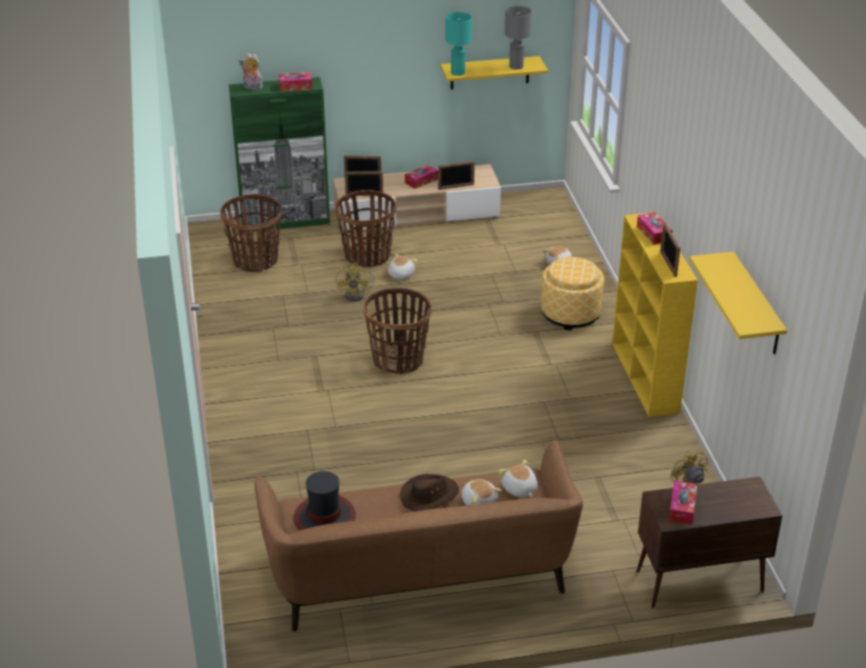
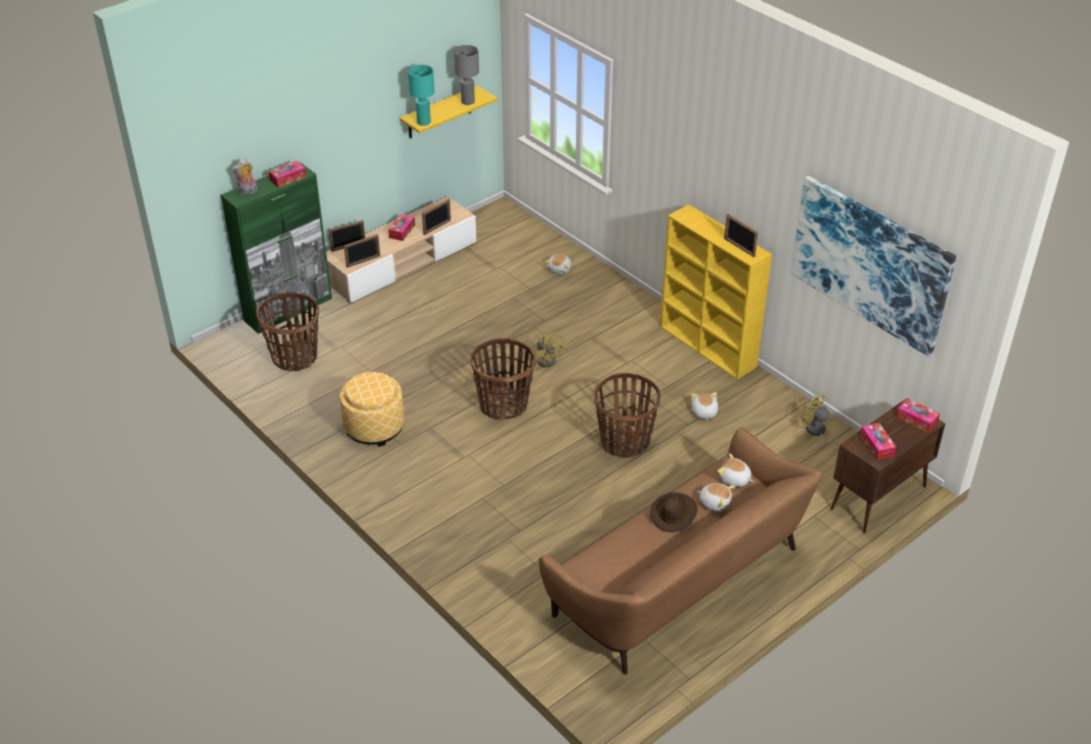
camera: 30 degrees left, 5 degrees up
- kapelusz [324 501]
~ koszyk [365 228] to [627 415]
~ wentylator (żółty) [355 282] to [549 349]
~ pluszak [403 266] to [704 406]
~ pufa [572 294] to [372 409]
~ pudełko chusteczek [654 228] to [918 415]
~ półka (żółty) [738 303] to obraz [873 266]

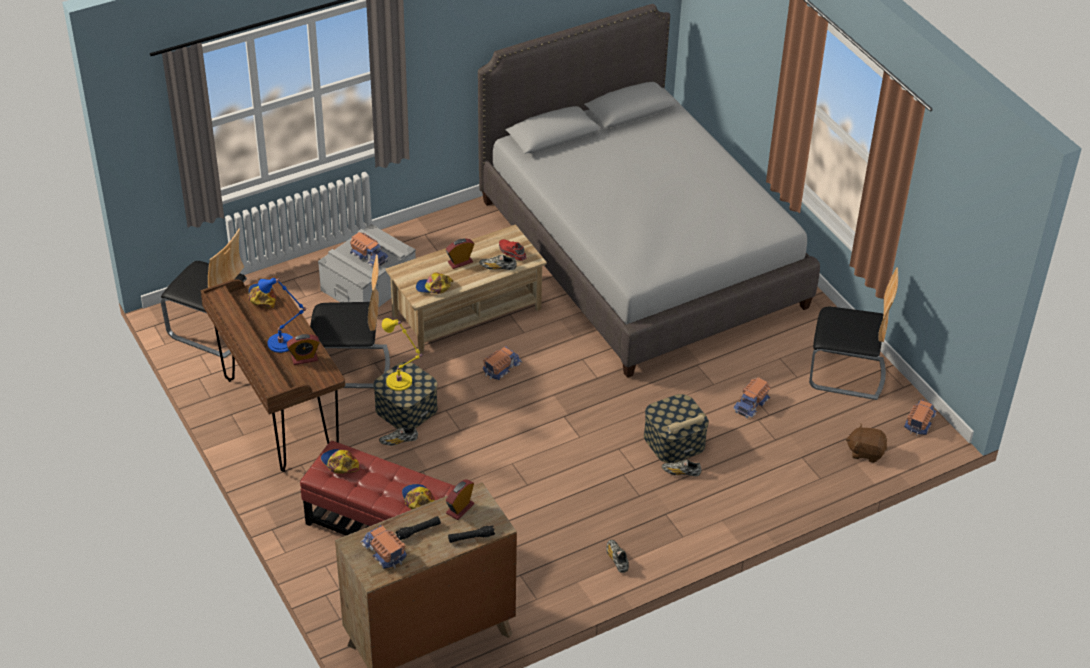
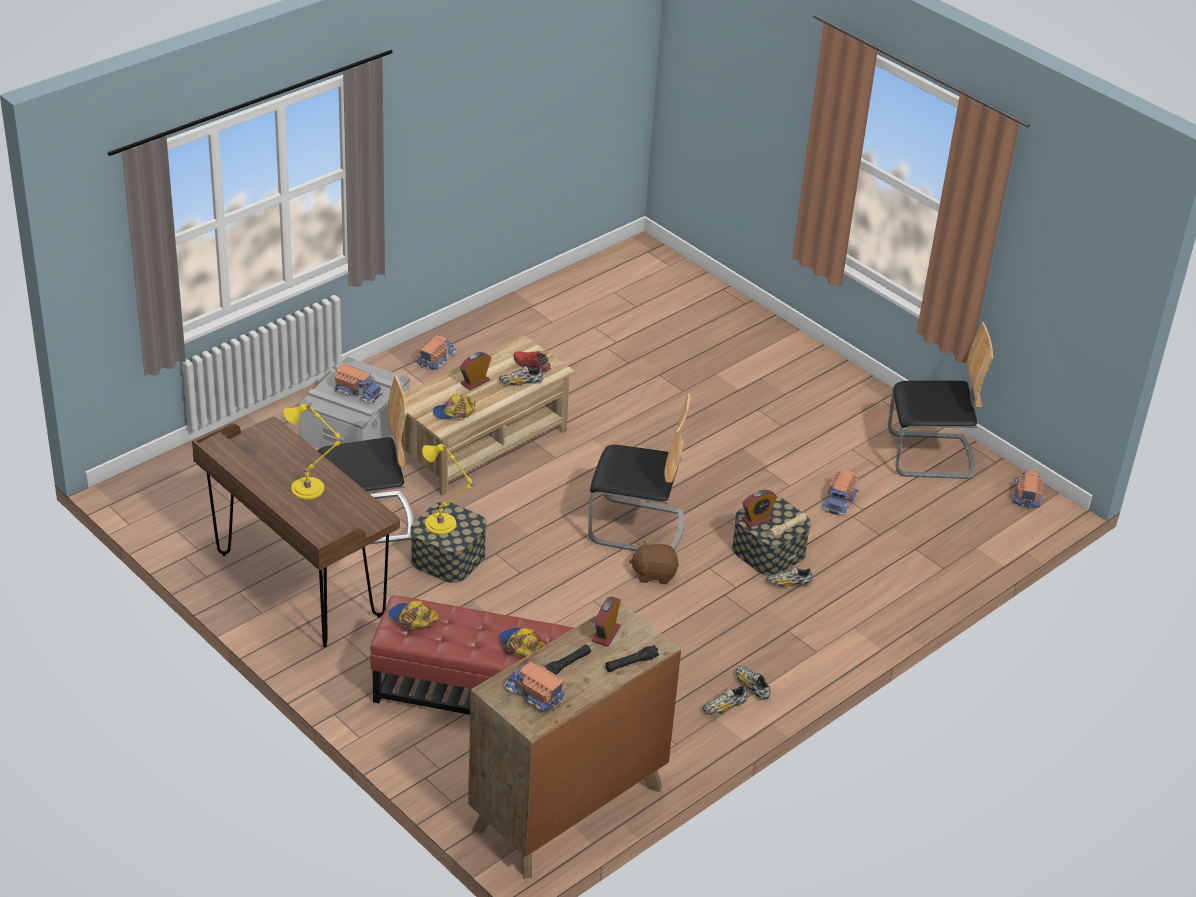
camera: 15 degrees left, 5 degrees down
- czapka z daszkiem [262 295]
- łóżko (szary) [649 191]
~ krzesło [204 293] to [639 472]
~ budzik [303 349] to [759 508]
~ but [398 436] to [725 700]
~ ciężarówka zabawkowa [502 363] to [436 352]
~ pluszak (brązowy) [866 443] to [654 562]
~ lampa stołowa (niebieski) [282 315] to lampa stołowa (żółty) [314 451]

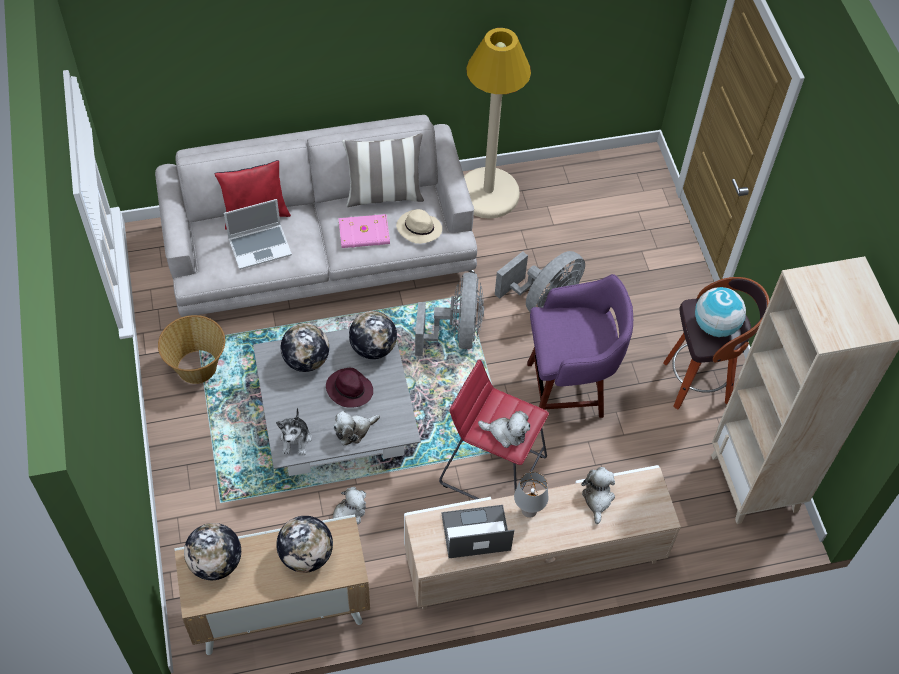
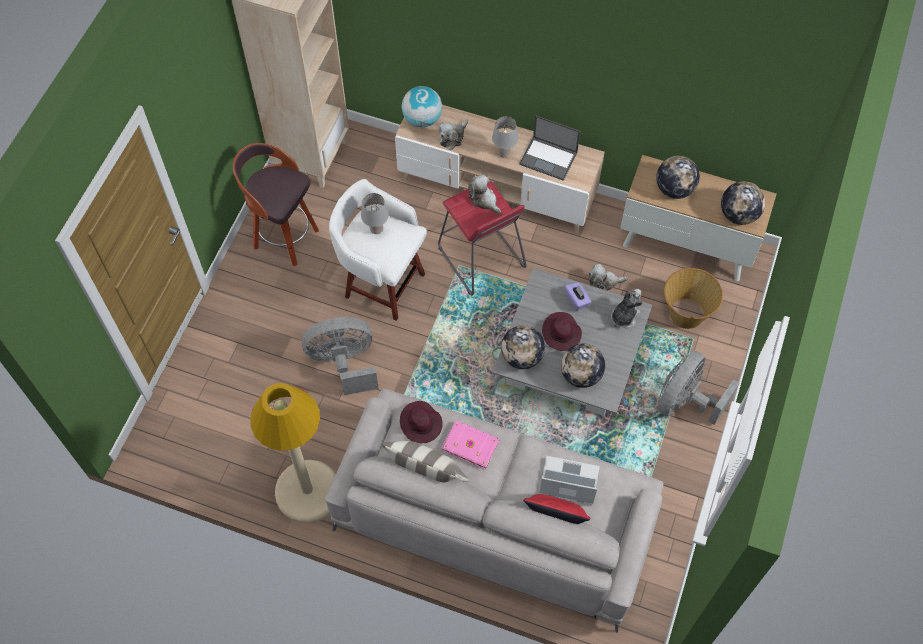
camera: 145 degrees left, 5 degrees up
+ lampa stołowa (szary) [375 213]
~ koszyk [191 349] to [693 298]
~ wentylator (szary) [449 314] to [698 388]
~ globus [720 312] to [422 107]
~ pluszak [356 428] to pudełko chusteczek (fioletowy) [577 296]
~ kapelusz (beżowy) [419 226] to kapelusz (fioletowy) [421 422]
~ stołek (fioletowy) [580 346] to stołek (biały) [378 250]

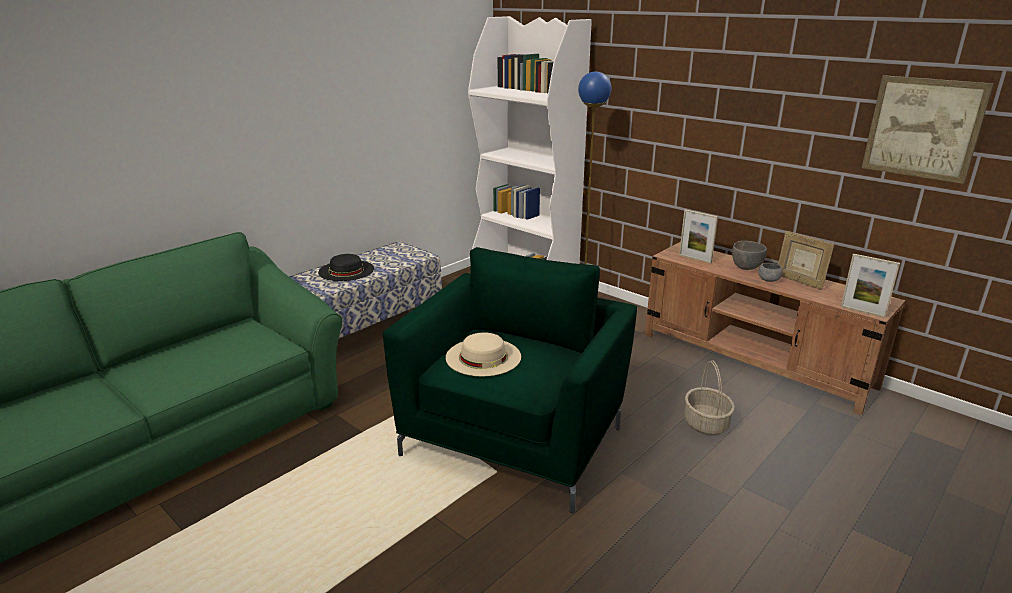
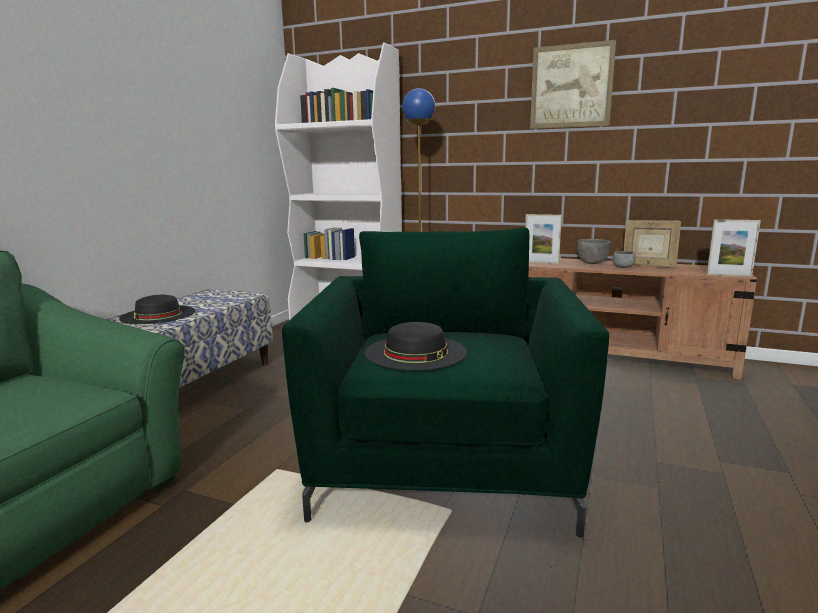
camera: 20 degrees left, 10 degrees down
- koszyk [710 398]
~ obraz [928 129] to [573 84]
~ kapelusz (beżowy) [483 354] to kapelusz (czarny) [416 346]

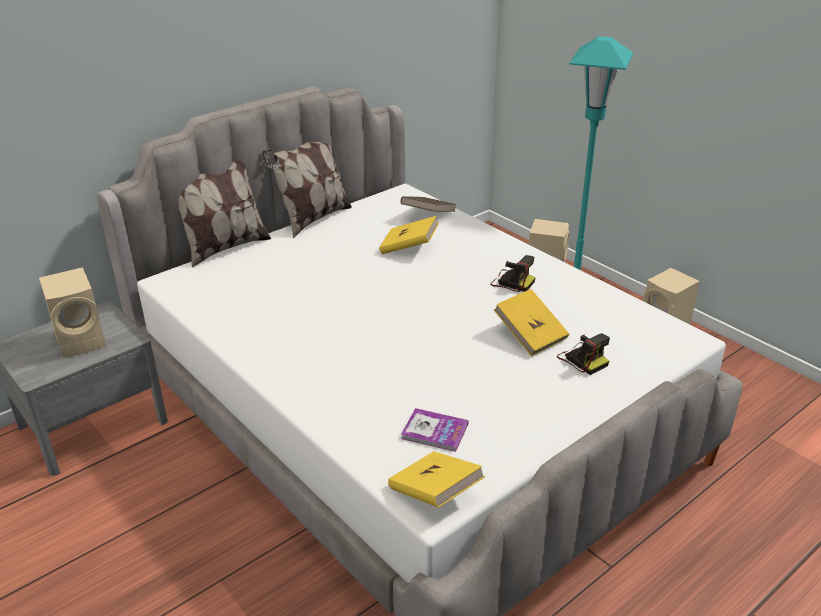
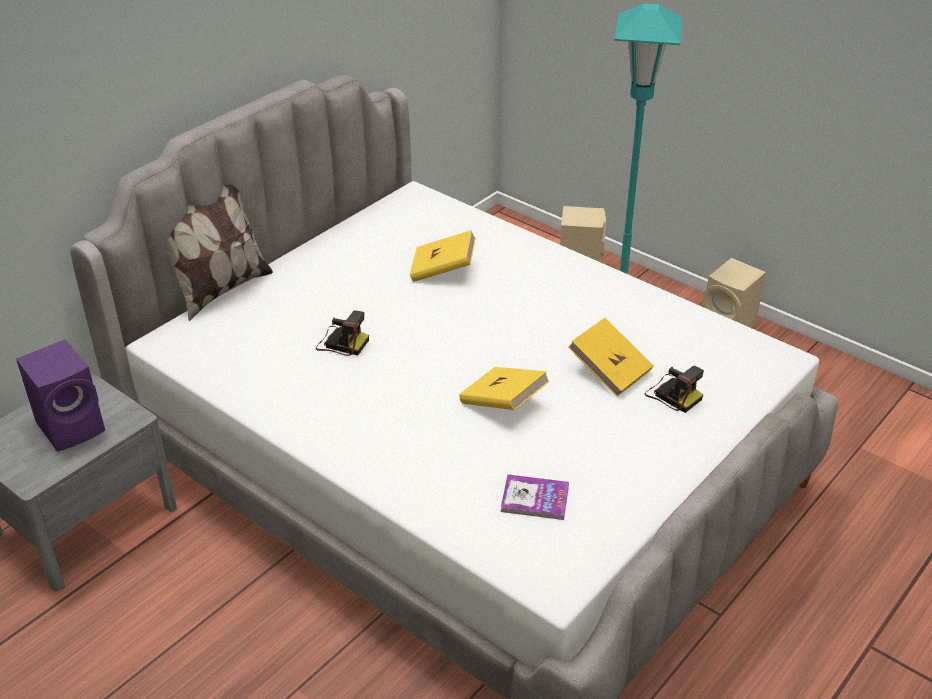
camera: 10 degrees left, 5 degrees up
- poduszka [307 190]
- książka (brązowy) [429 204]
~ książka (żółty) [436 479] to [504 388]
~ aparat fotograficzny [513 273] to [342 333]
~ głośnik (beżowy) [72 312] to głośnik (fioletowy) [60 395]

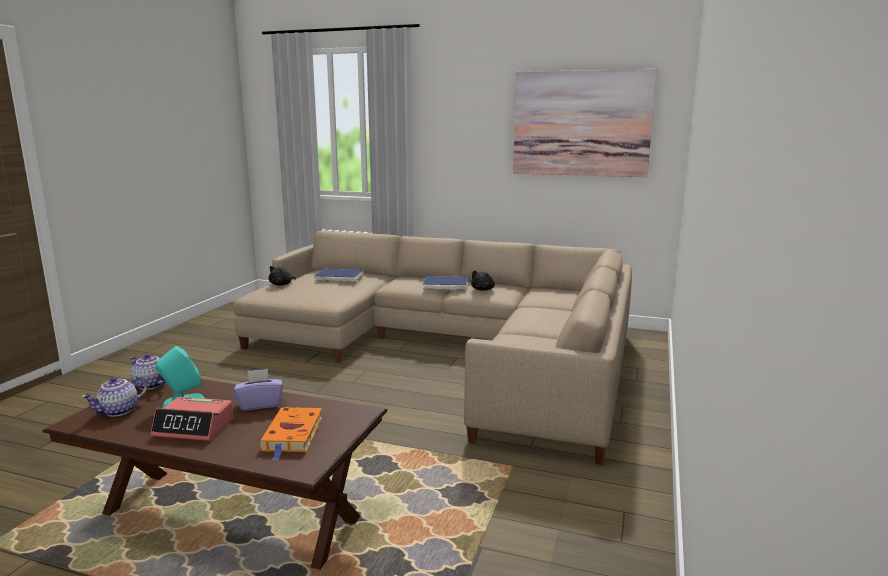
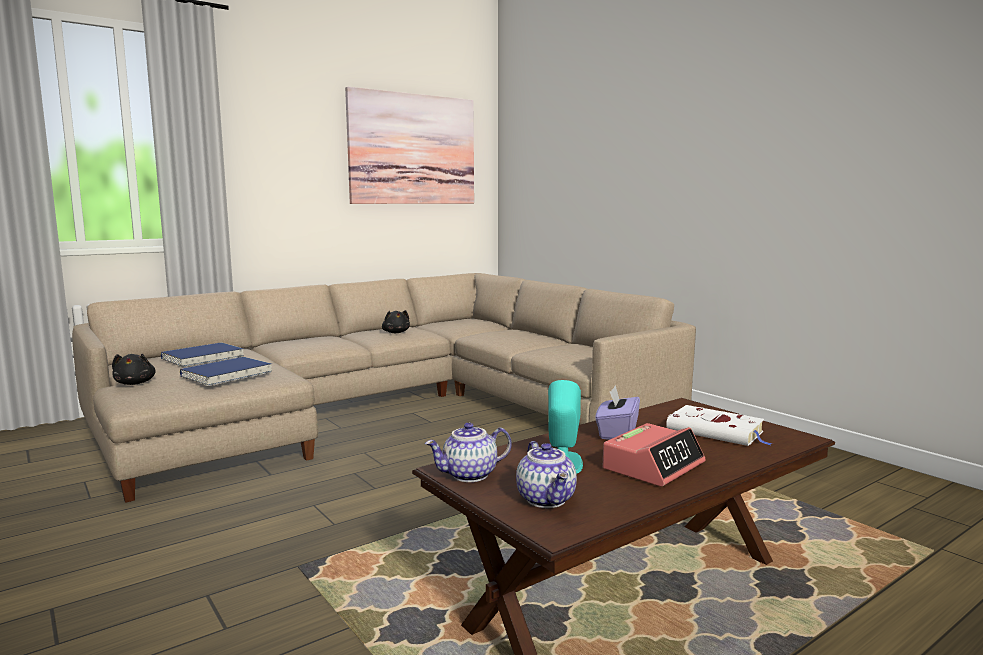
camera: 55 degrees left, 5 degrees down
~ książka (niebieski) [445 283] to [226 371]
~ książka (pomarańczowy) [291 433] to książka (biały) [719 425]

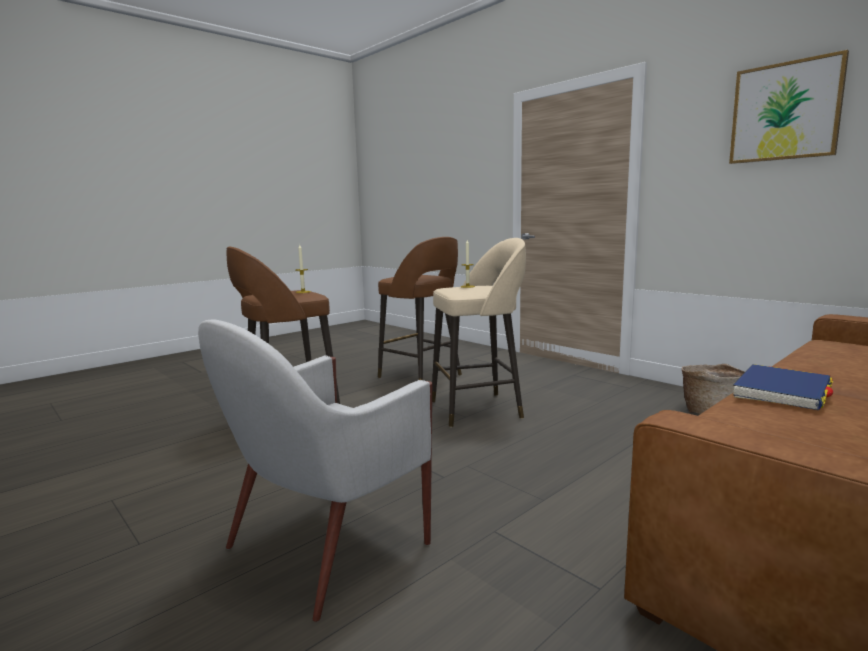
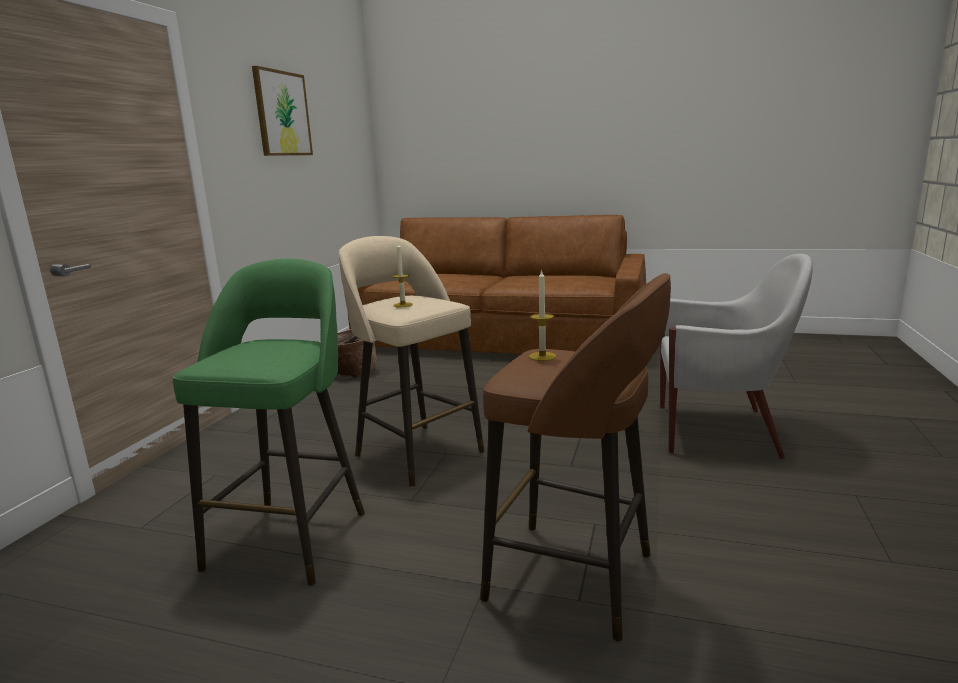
camera: 120 degrees left, 5 degrees up
- książka (niebieski) [783 387]
~ stołek (brązowy) [420 308] to stołek (zielony) [269 422]

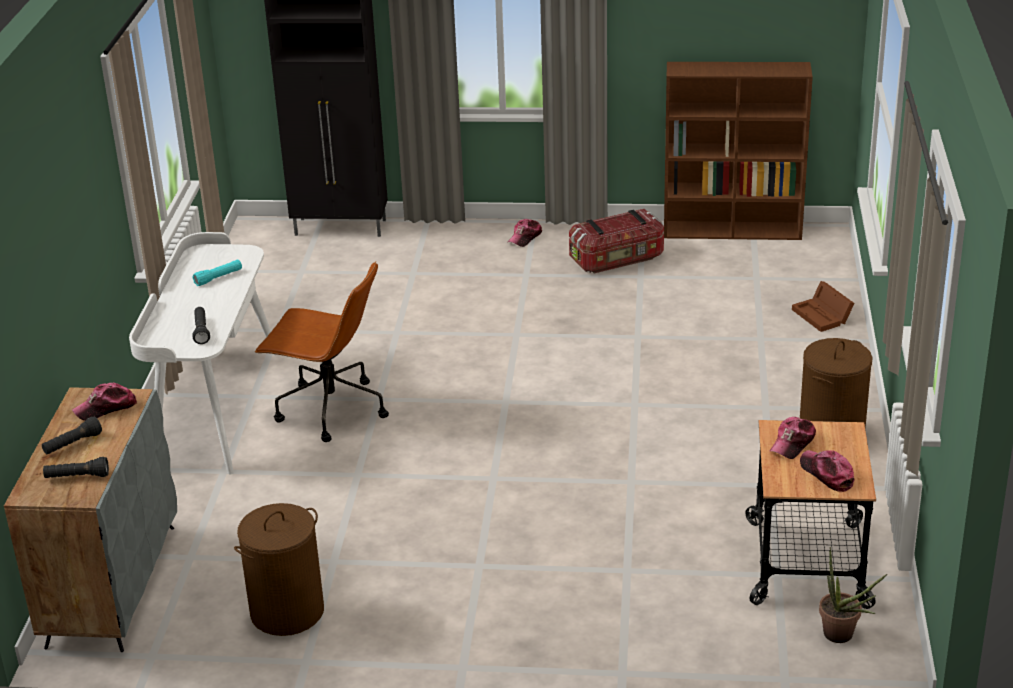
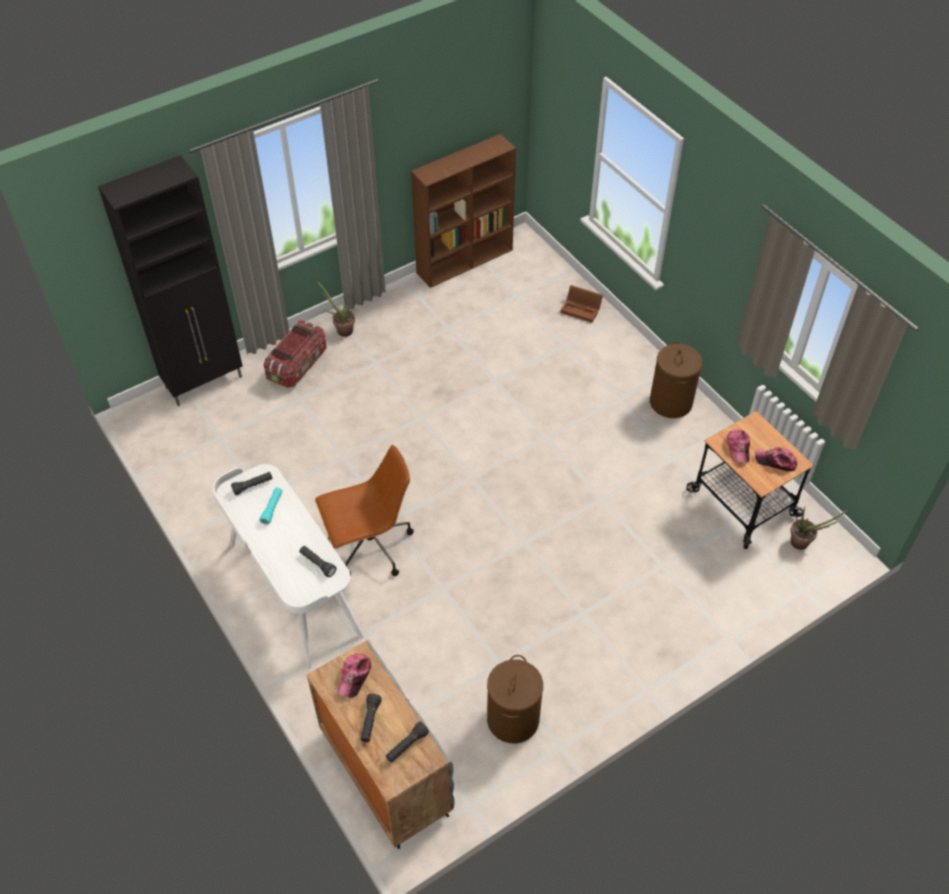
camera: 40 degrees left, 20 degrees up
+ latarka (czarny) [251 483]
~ pojemnik do przechowywania [616 241] to [295 354]
~ czapka z daszkiem [525 233] to roślina doniczkowa [335 308]

